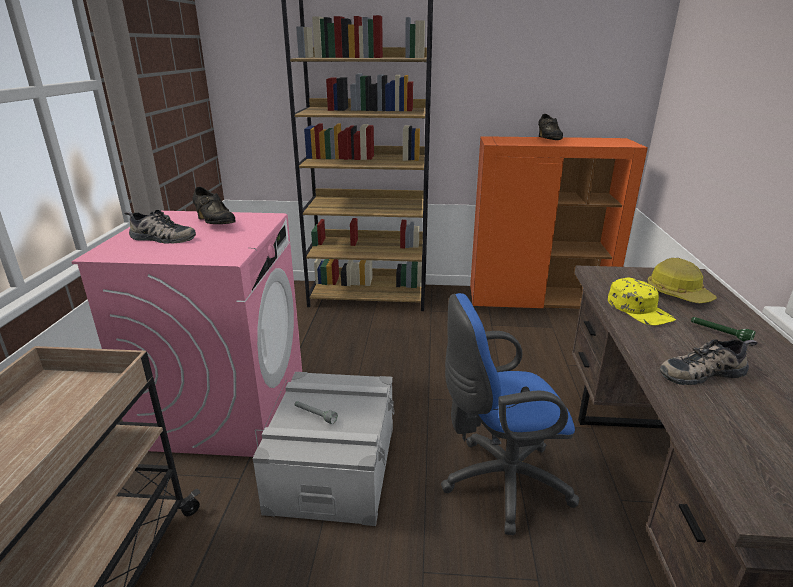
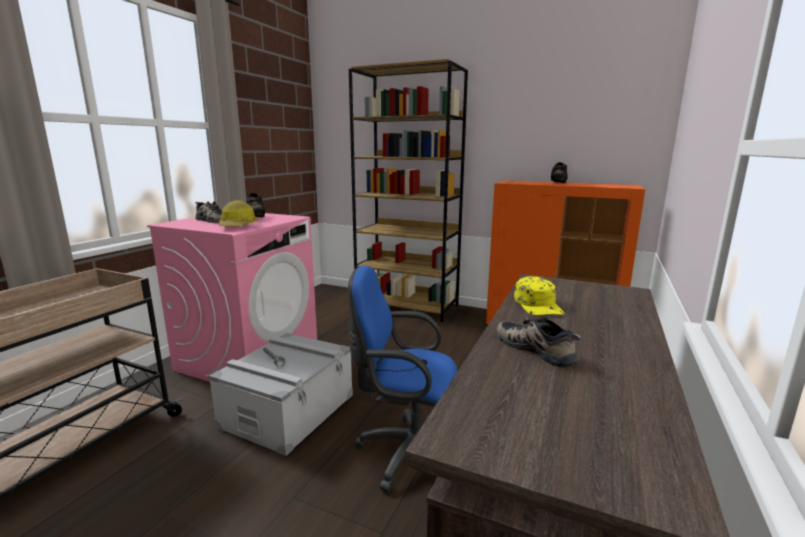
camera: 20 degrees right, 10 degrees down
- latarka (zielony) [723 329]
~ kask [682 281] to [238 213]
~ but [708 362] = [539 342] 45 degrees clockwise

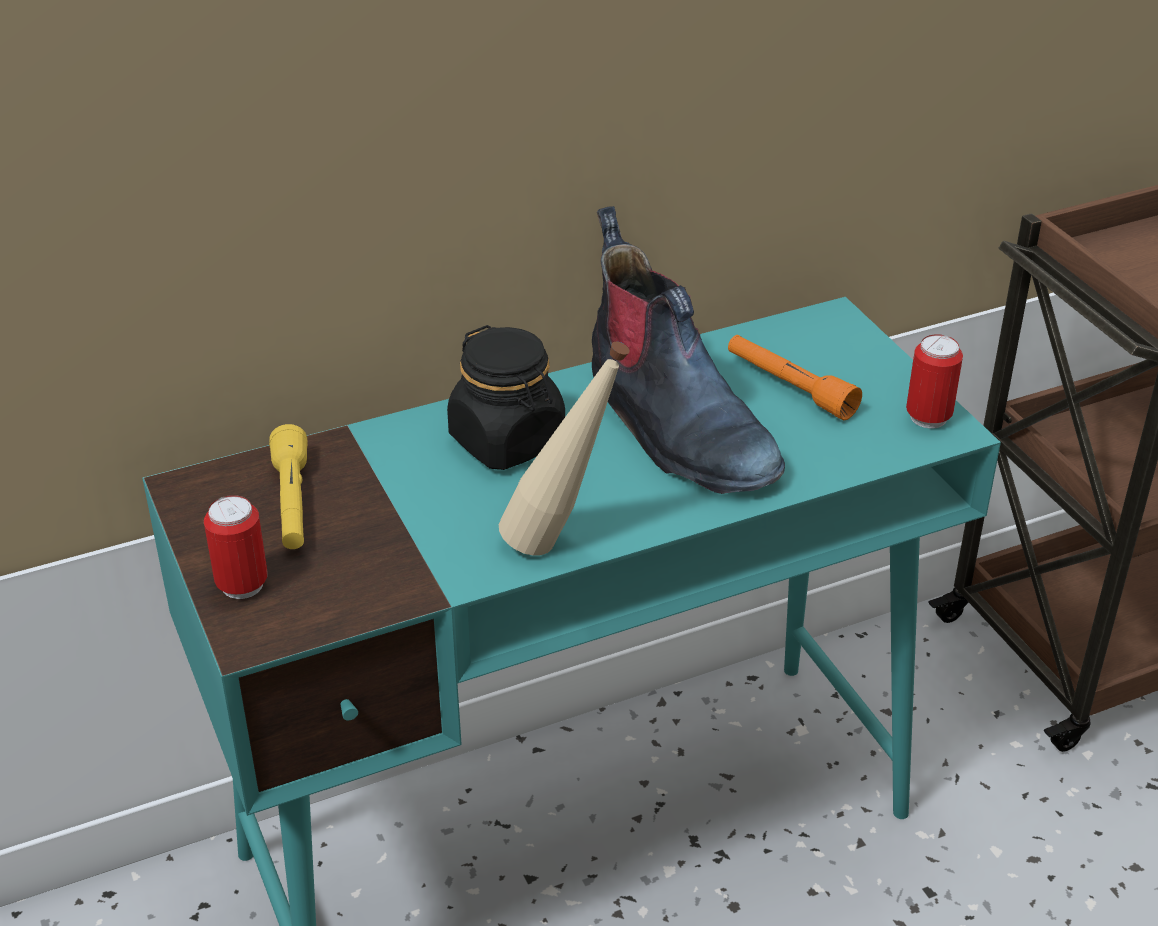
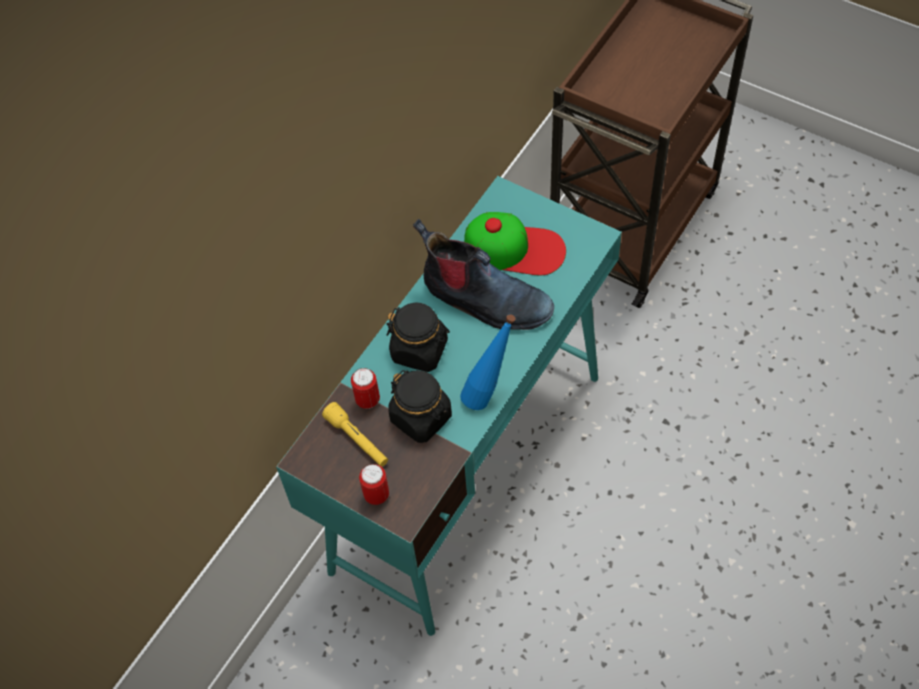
camera: 30 degrees left, 20 degrees up
+ słoik (czarny) [420 406]
~ puszka [934 381] to [365 388]
~ latarka (pomarańczowy) [795 377] to czapka z daszkiem [515 243]
~ butelka (beżowy) [564 449] to butelka (niebieski) [487 362]

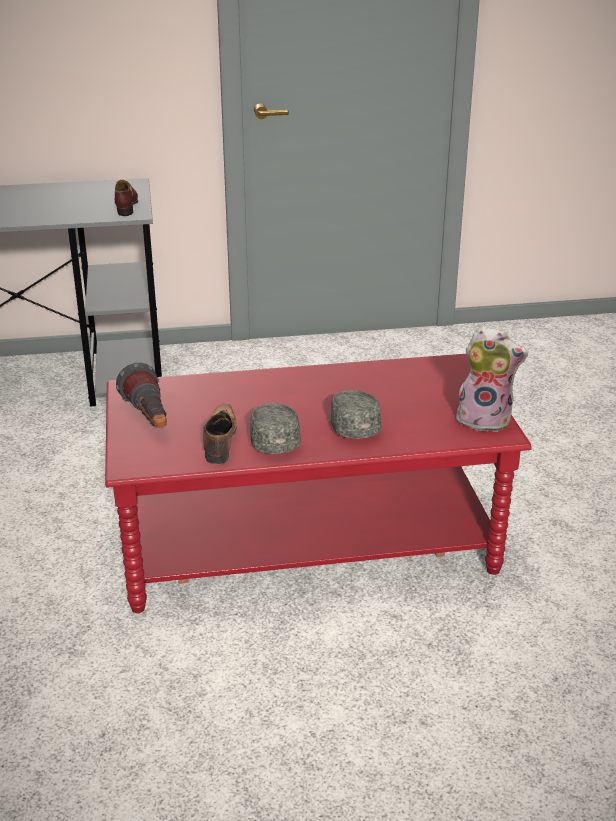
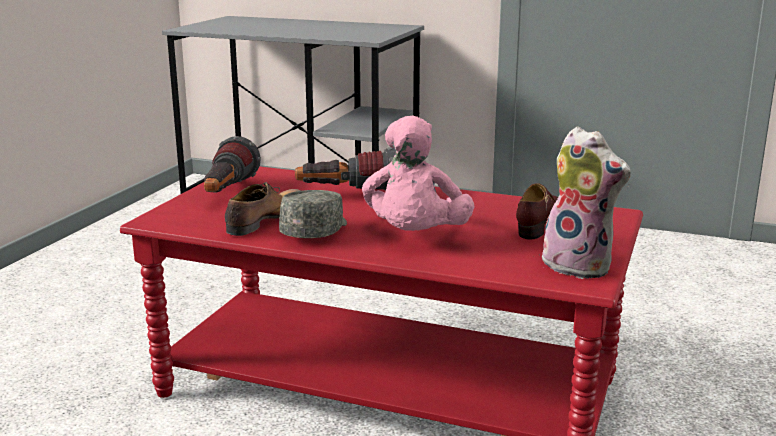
camera: 30 degrees right, 10 degrees down
+ latarka [345 169]
~ but (brązowy) [126 198] to [537 211]
~ czapka z daszkiem (szary) [355 414] to pluszak (różowy) [418 173]

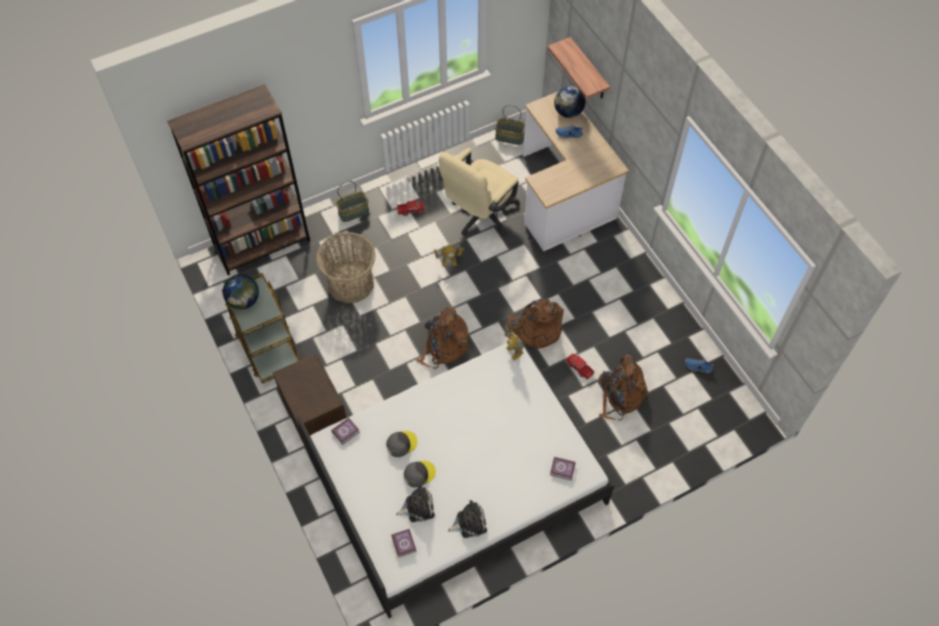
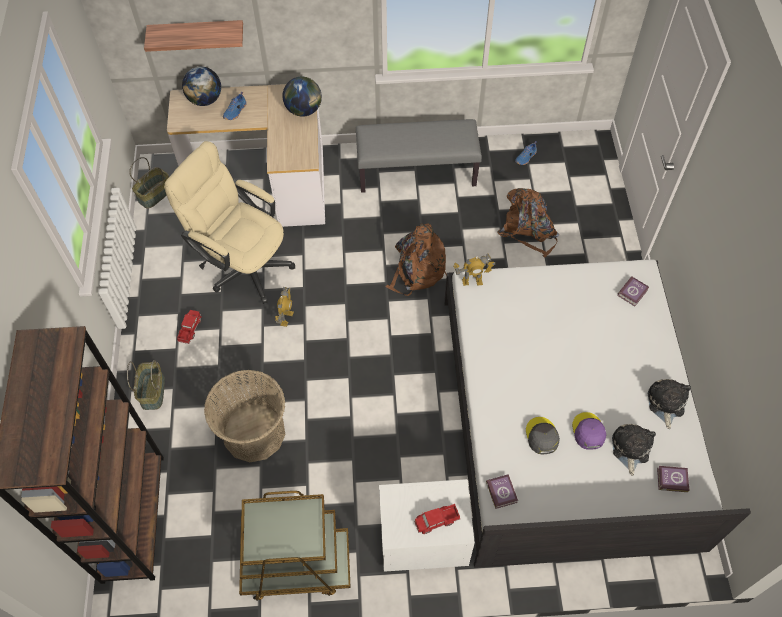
camera: 65 degrees left, 0 degrees up
- plecak (brązowy) [442 338]
+ ławka (szary) [419 156]
~ globus [241 292] to [302 97]
~ ciężarówka zabawkowa [580 366] to [437 519]
~ szafka nocna (brązowy) [310 401] to szafka nocna (biały) [427 525]
~ czapka z daszkiem (szary) [420 474] to czapka z daszkiem (fioletowy) [589 431]
~ krzesło biurowe (beżowy) [479 192] = [229 222] 150 degrees clockwise

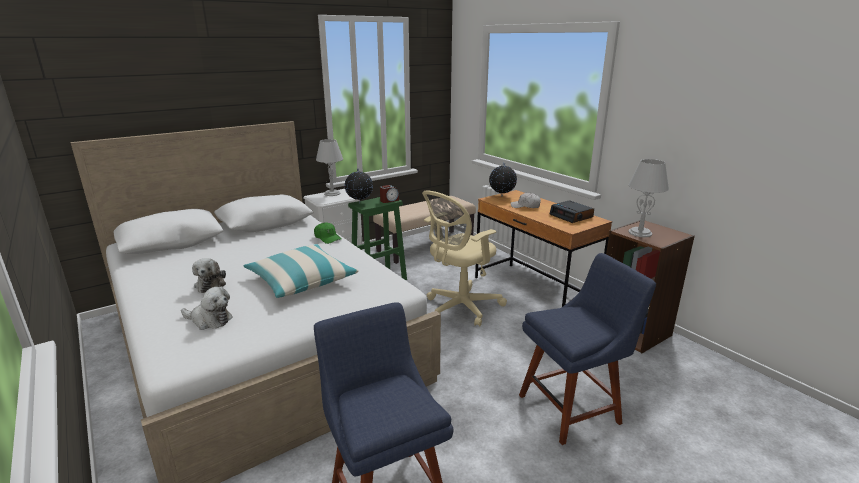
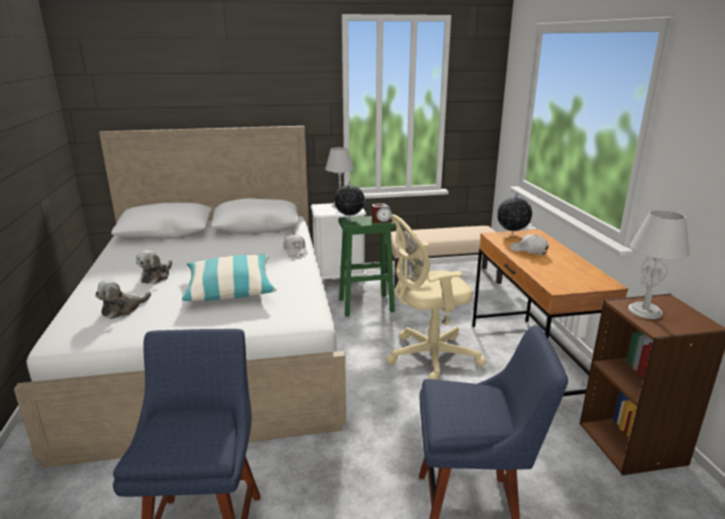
camera: 25 degrees right, 0 degrees up
- budzik [572 212]
~ czapka z daszkiem (zielony) [328 233] to czapka z daszkiem (biały) [296 245]
~ pluszak [207 308] = [123 299] 90 degrees clockwise

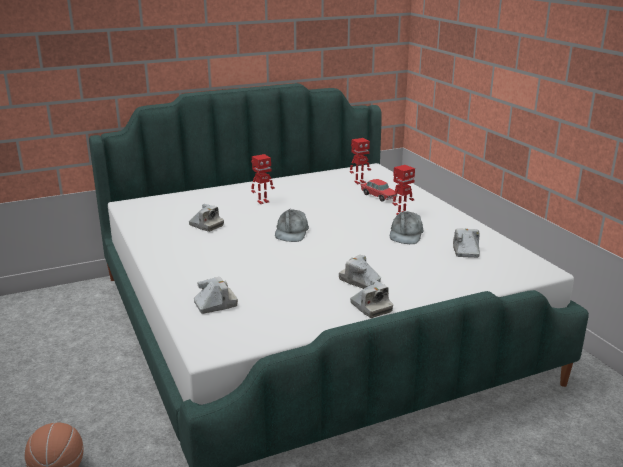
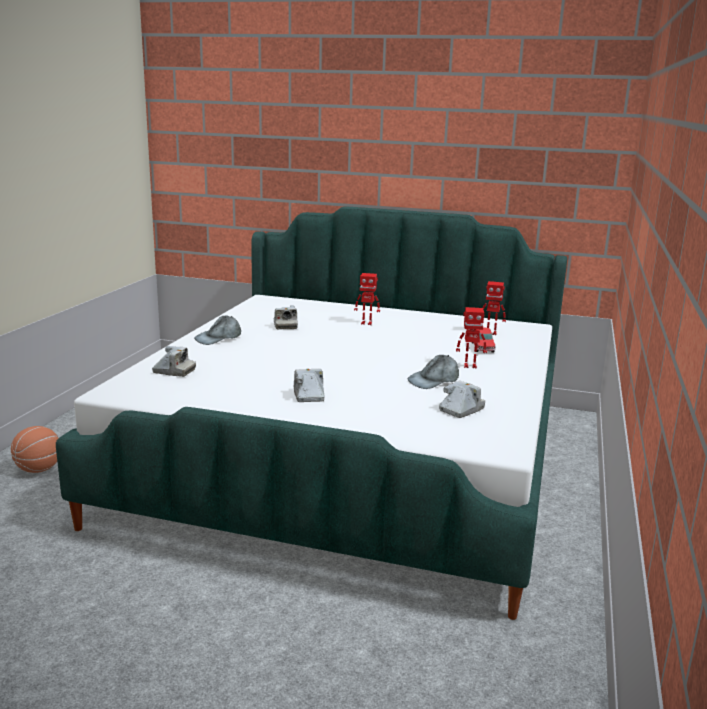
camera: 40 degrees right, 5 degrees down
- aparat fotograficzny [371 298]
~ czapka z daszkiem (szary) [292 225] to [217 330]

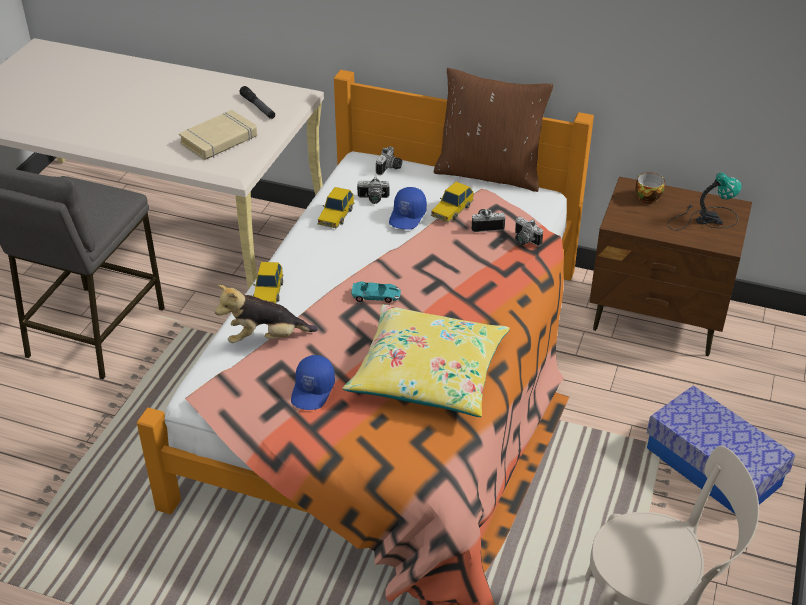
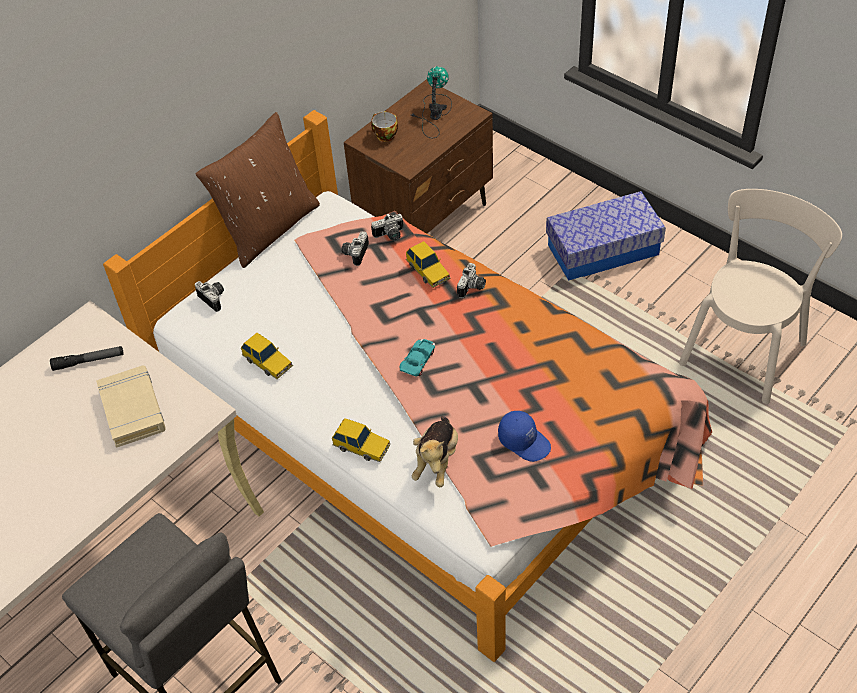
camera: 65 degrees left, 10 degrees up
- poduszka (żółty) [426 360]
- czapka z daszkiem (niebieski) [408 208]
~ aparat fotograficzny [373 190] to [471 280]
~ samochodzik [452 202] to [428 264]

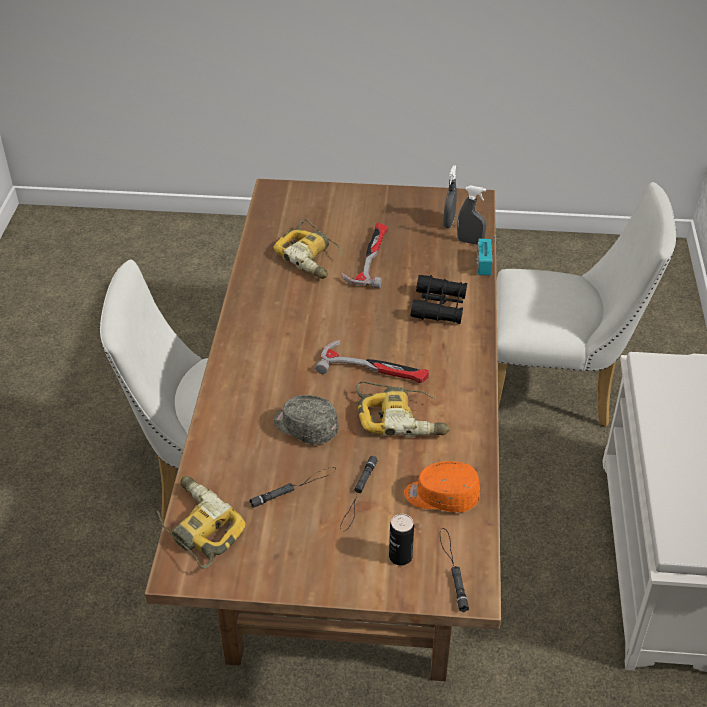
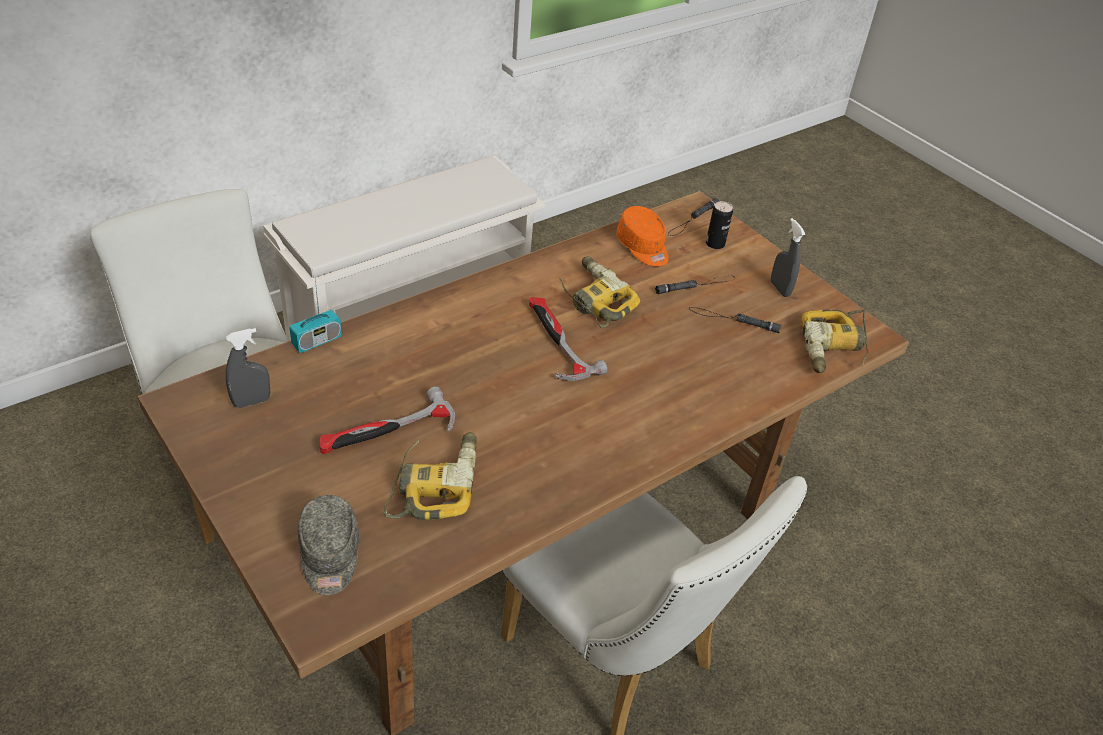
camera: 135 degrees left, 0 degrees up
- lornetka (czarny) [439 299]
~ czapka z daszkiem (szary) [306 419] to [328 545]
~ spryskiwacz (szary) [471 215] to [788 257]

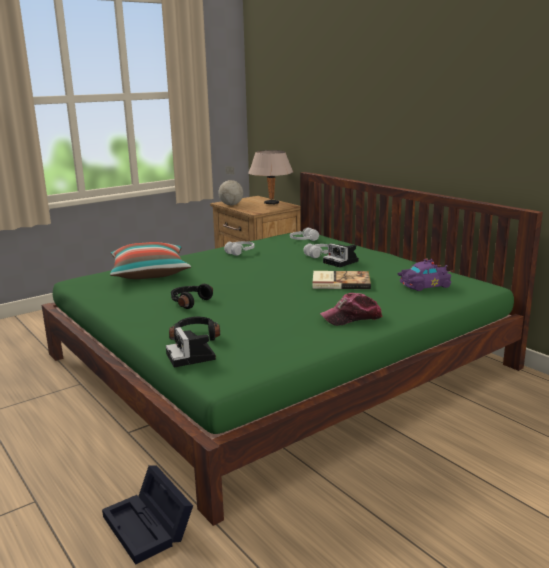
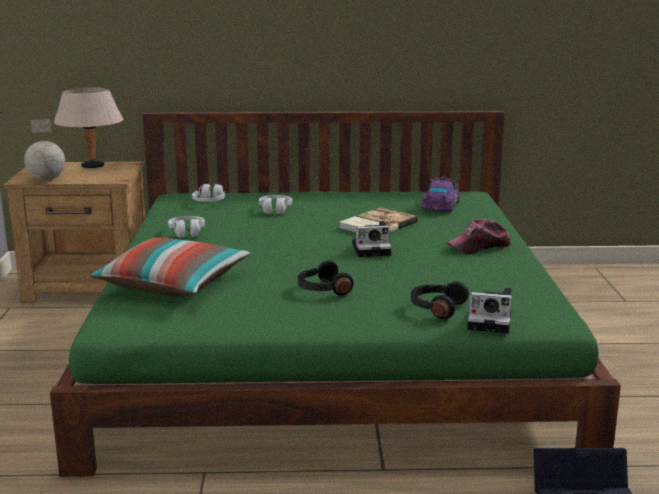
camera: 55 degrees left, 0 degrees up
~ aparat fotograficzny [341 255] to [372 239]
~ czapka z daszkiem [351 309] = [478 236] 45 degrees clockwise

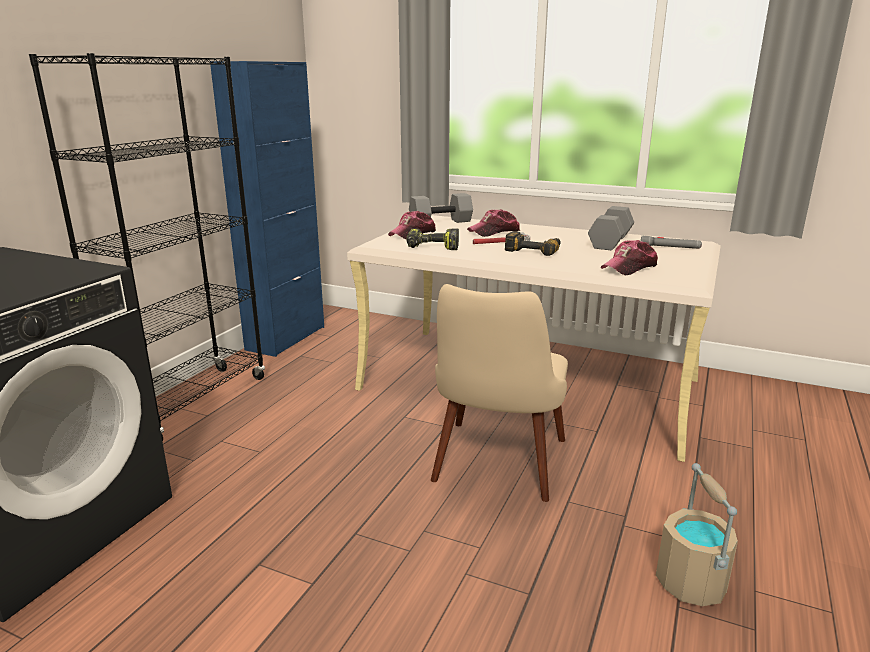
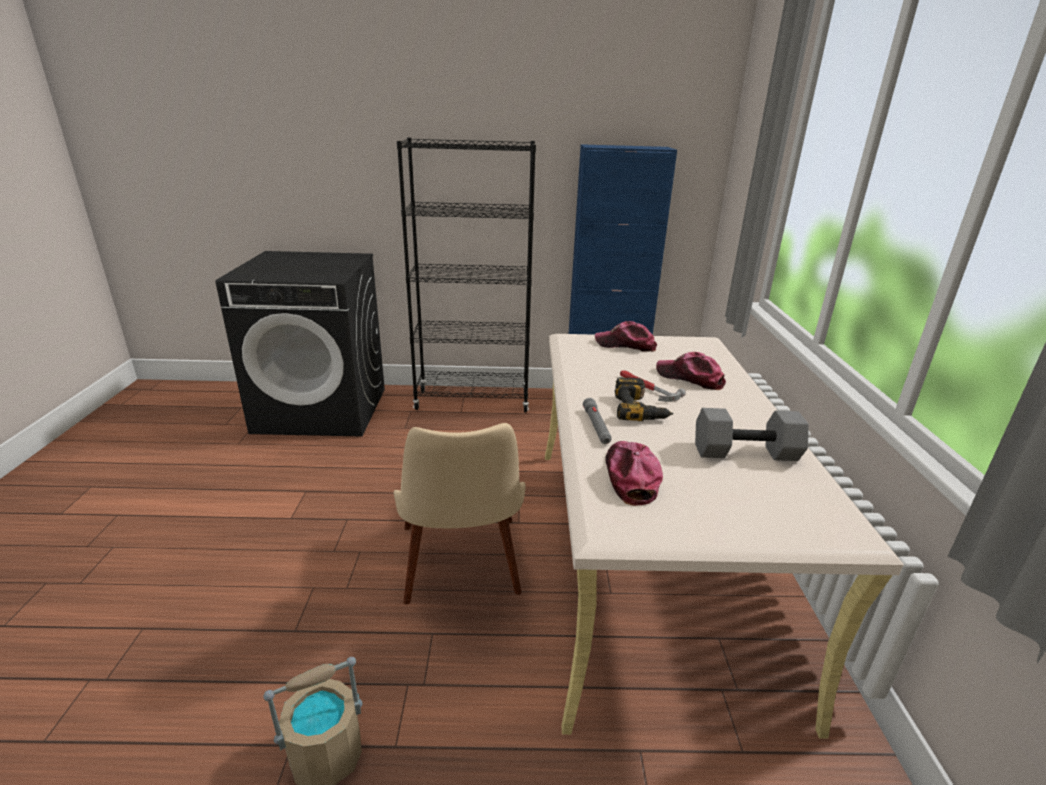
camera: 65 degrees right, 5 degrees up
- wiertarka [432 239]
- hantel (szary) [441 208]
~ latarka (szary) [671 242] to [597 421]
~ krzesło (beżowy) [499 393] = [460 513] 90 degrees counterclockwise
~ czapka z daszkiem [629 257] = [634 473] 60 degrees clockwise

